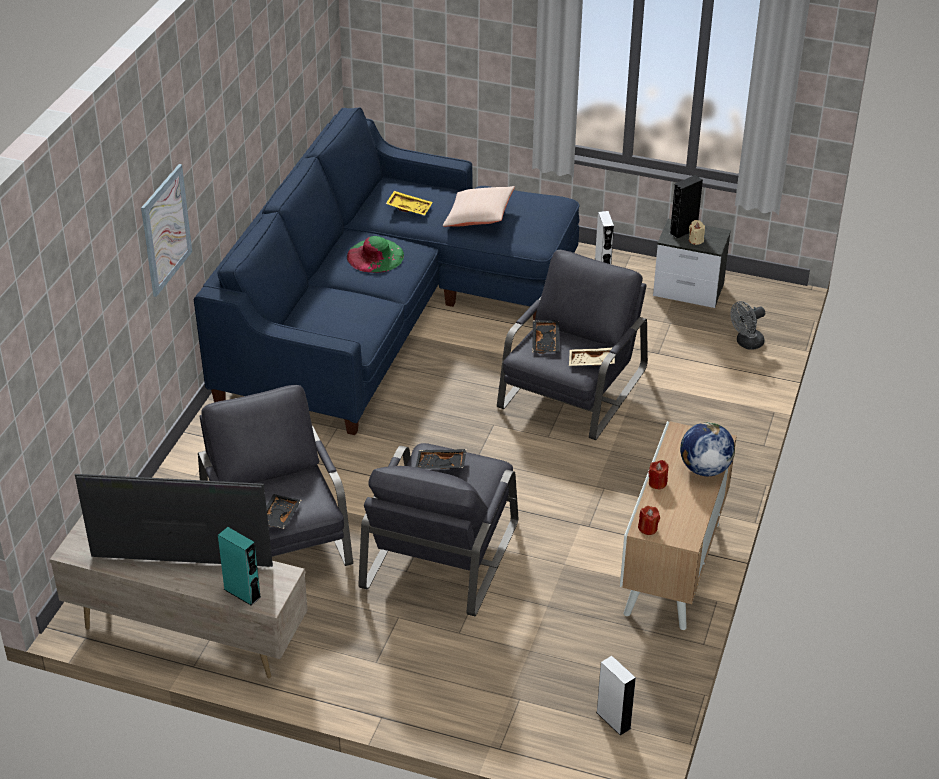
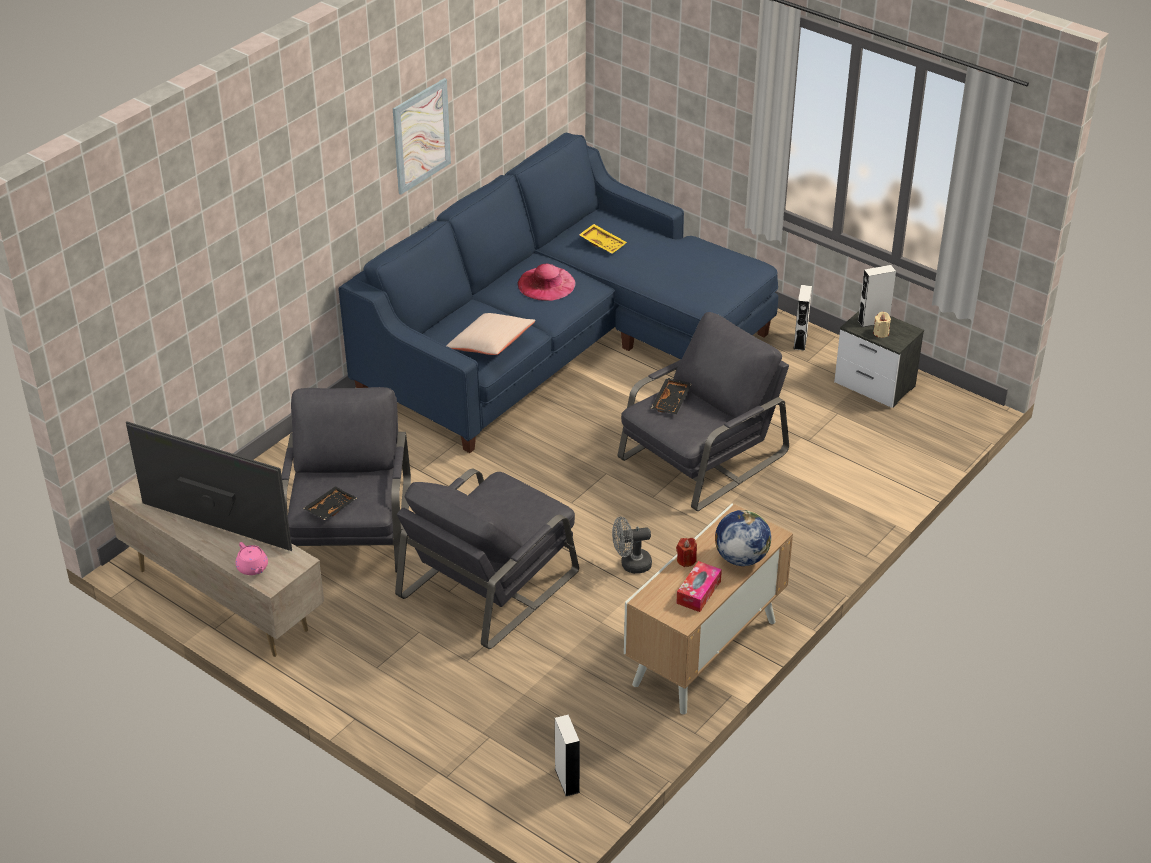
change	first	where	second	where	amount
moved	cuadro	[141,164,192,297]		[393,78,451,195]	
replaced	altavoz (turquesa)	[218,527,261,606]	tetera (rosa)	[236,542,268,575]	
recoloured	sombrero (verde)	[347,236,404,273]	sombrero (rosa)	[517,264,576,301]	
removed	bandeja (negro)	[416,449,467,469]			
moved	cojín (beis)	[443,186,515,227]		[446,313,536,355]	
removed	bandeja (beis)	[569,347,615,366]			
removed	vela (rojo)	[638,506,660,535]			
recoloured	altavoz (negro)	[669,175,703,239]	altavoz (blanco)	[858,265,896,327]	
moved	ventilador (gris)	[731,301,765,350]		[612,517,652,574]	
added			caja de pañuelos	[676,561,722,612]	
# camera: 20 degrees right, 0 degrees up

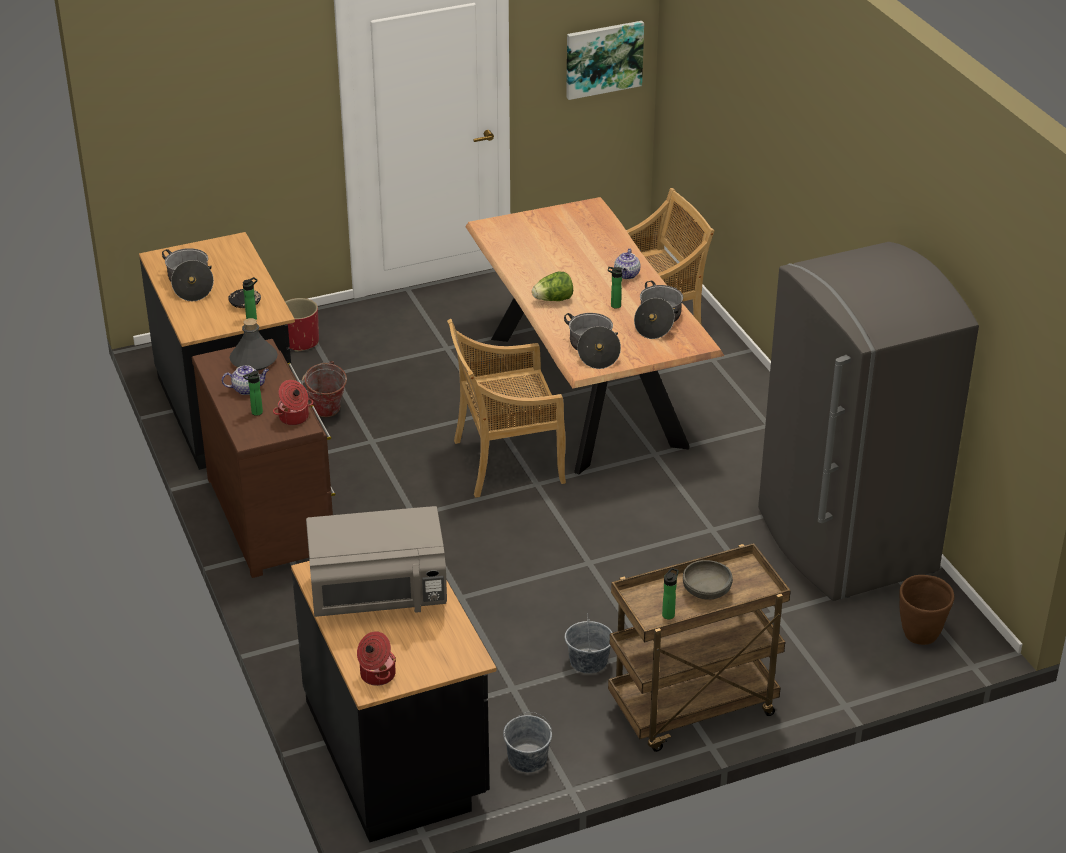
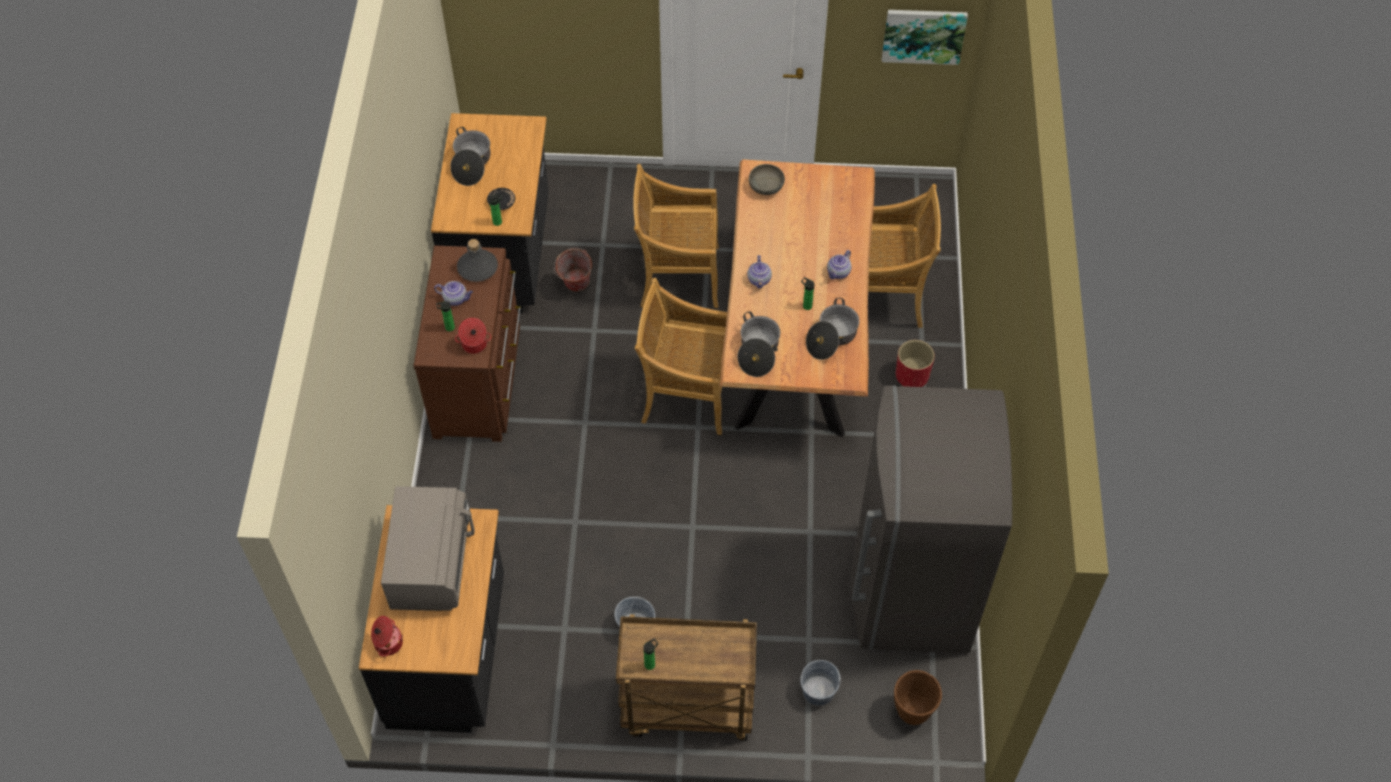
change	first	where	second	where	amount
moved	maceta (rojo)	[285,298,319,352]		[896,340,935,387]	
turned	microondas (gris)	[306,506,447,617]		[381,486,475,611]	105 degrees counterclockwise
moved	cubo (gris)	[503,712,552,772]		[800,660,841,706]	
replaced	lechuga	[532,272,573,301]	tetera	[747,255,772,289]	
moved	cuenco (gris)	[683,560,733,600]		[749,164,785,195]	
added			silla (beis)	[633,164,719,308]	
# camera: 25 degrees right, 20 degrees up

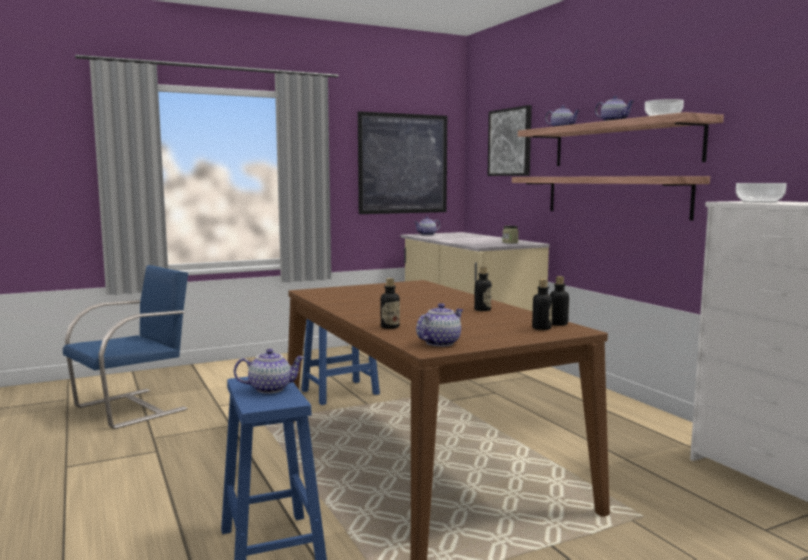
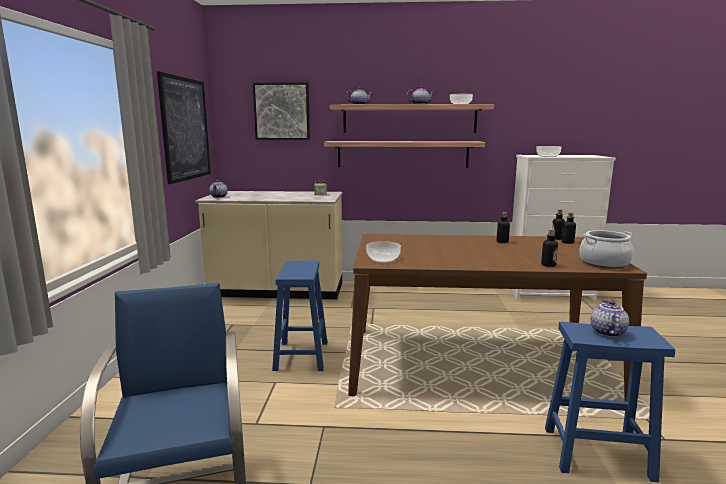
change	first	where	second	where	amount
replaced	tetera	[416,303,463,347]	olla	[579,230,633,269]	
added			cuenco	[366,241,401,263]	
# camera: 60 degrees left, 5 degrees up

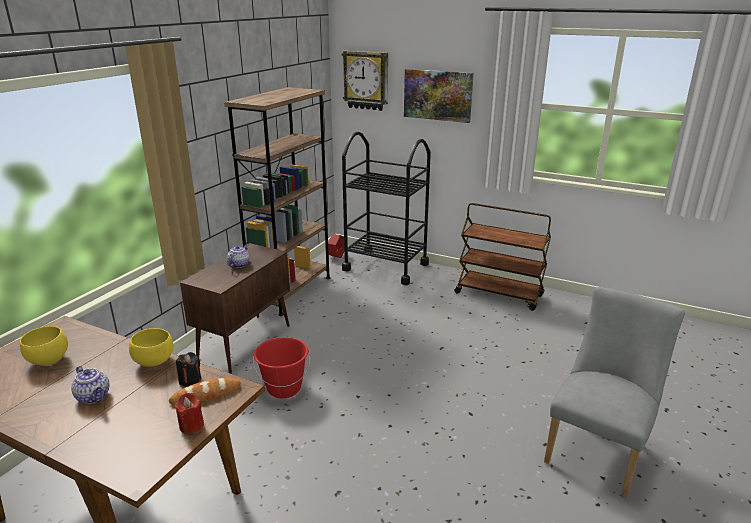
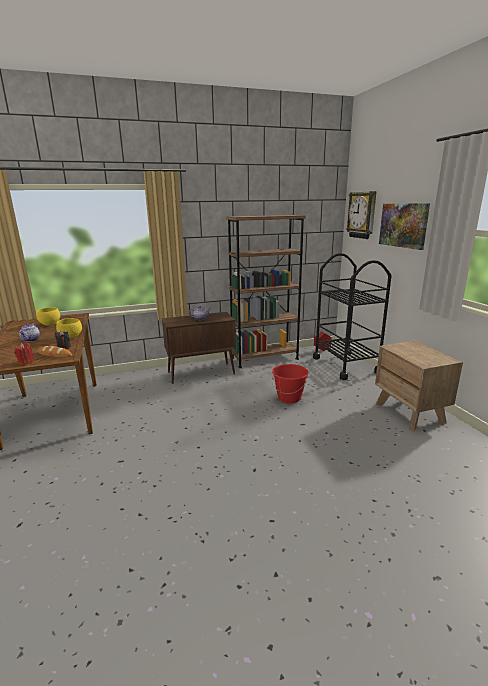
change	first	where	second	where	amount
moved	cubo (rojo)	[253,337,310,398]		[271,364,309,404]	
replaced	carrito (marrón)	[454,203,551,311]	mesita de noche (marrón)	[375,341,463,431]	
removed	silla (gris)	[544,287,685,498]			
# camera: 45 degrees right, 5 degrees down

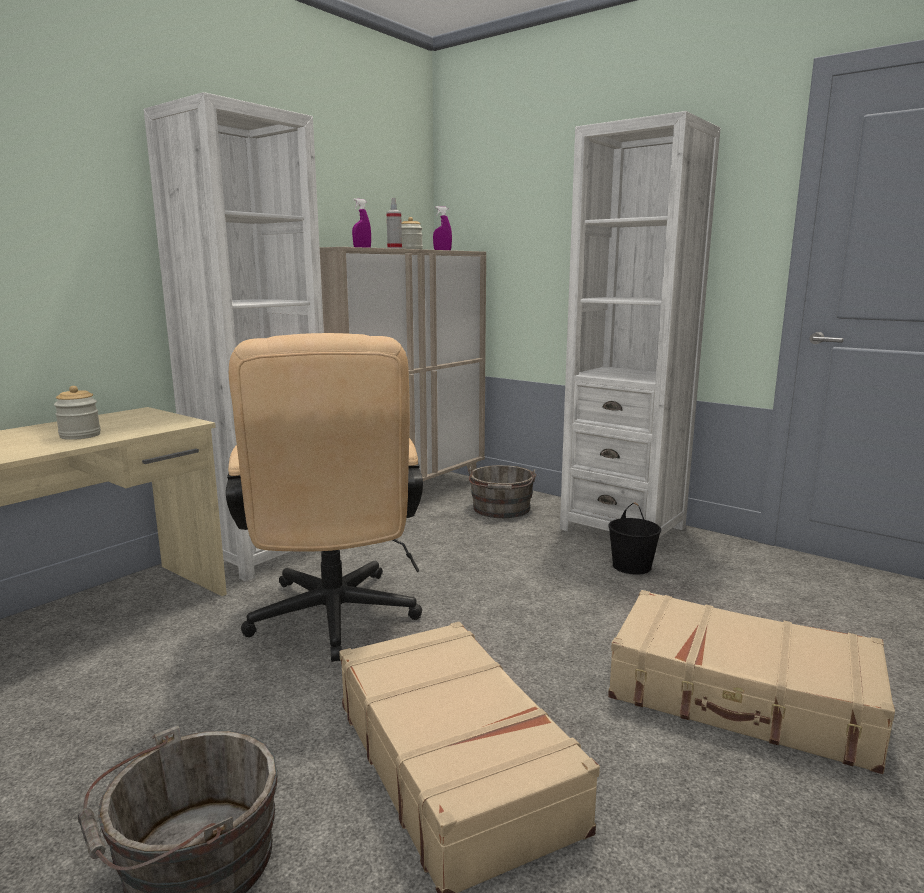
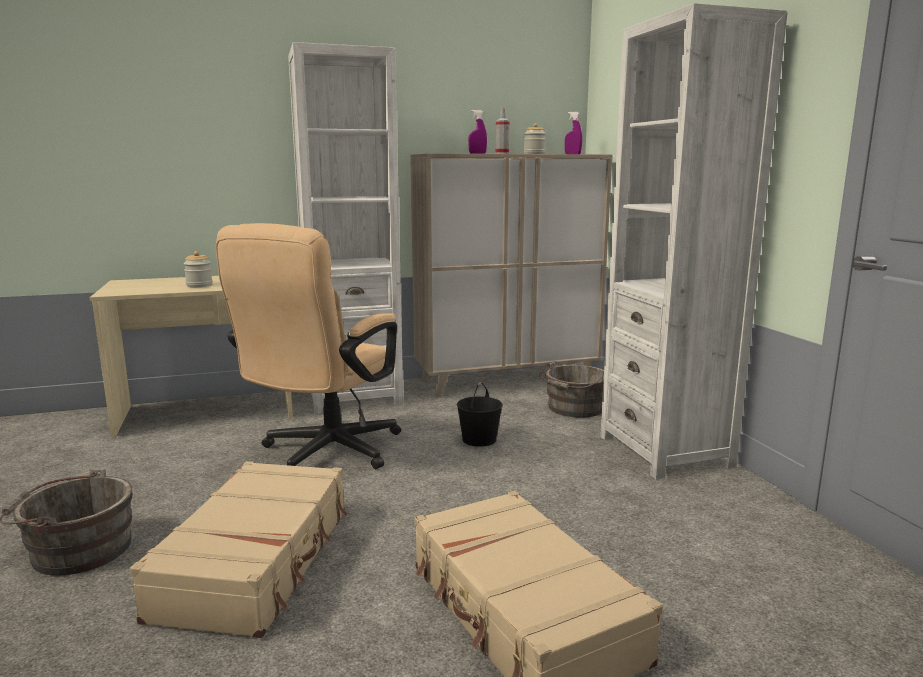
change	first	where	second	where	amount
moved	cubo (negro)	[608,502,661,575]		[457,382,503,447]	
# camera: 35 degrees right, 0 degrees up

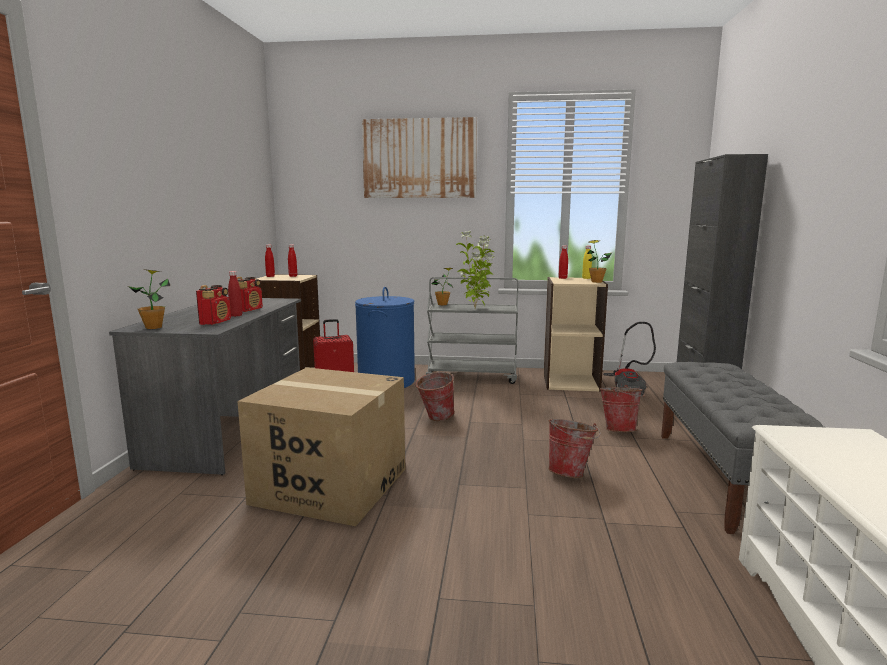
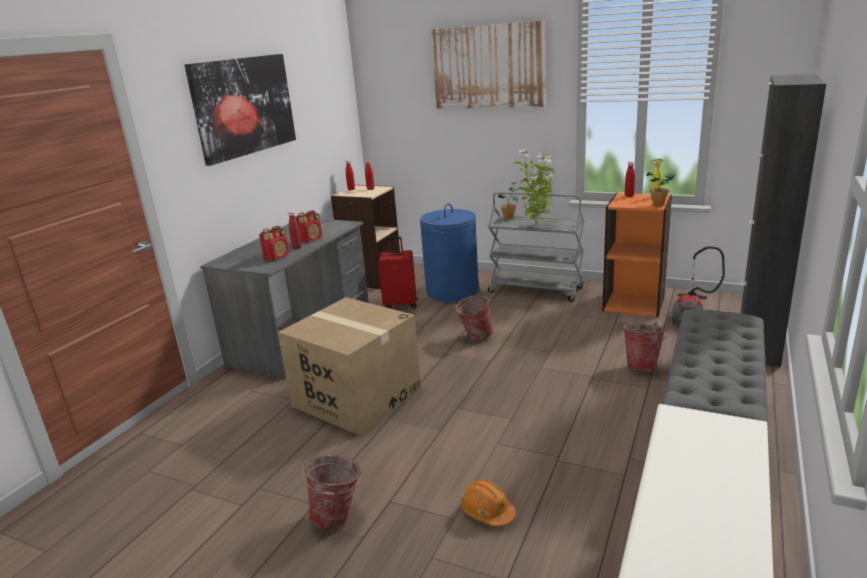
change	first	where	second	where	amount
removed	planta en maceta	[128,270,170,329]			
recoloured	estantería (beis)	[544,277,608,392]	estantería (naranja)	[602,193,672,318]	
moved	cubo	[548,419,600,478]		[302,455,363,529]	
added			cuadro	[185,54,296,166]	
added			casco (naranja)	[461,479,516,526]	
# camera: 20 degrees right, 10 degrees up

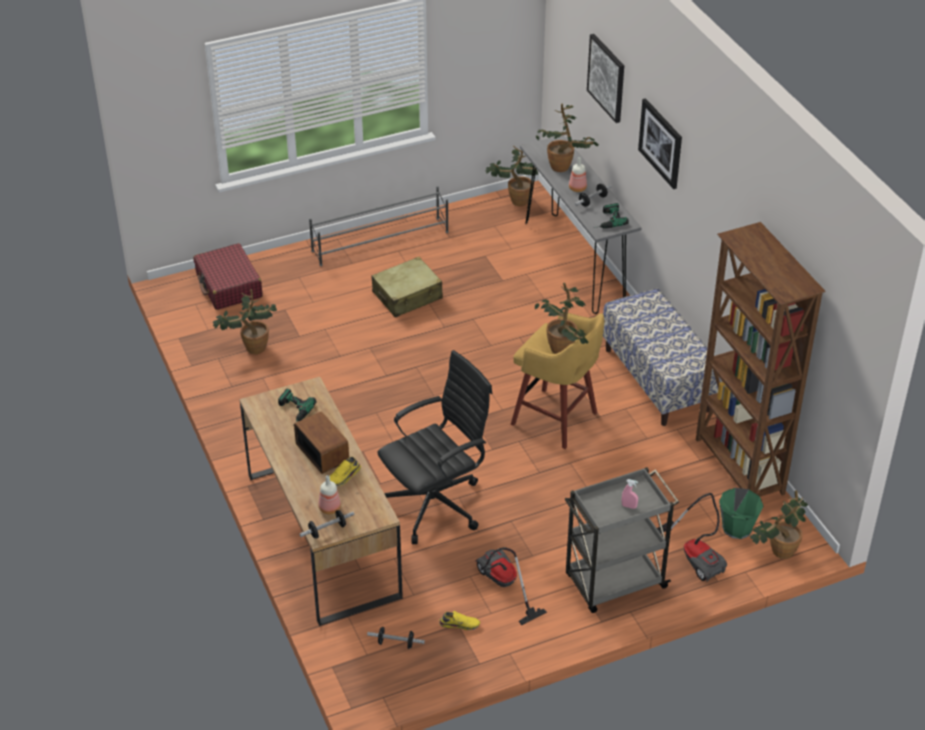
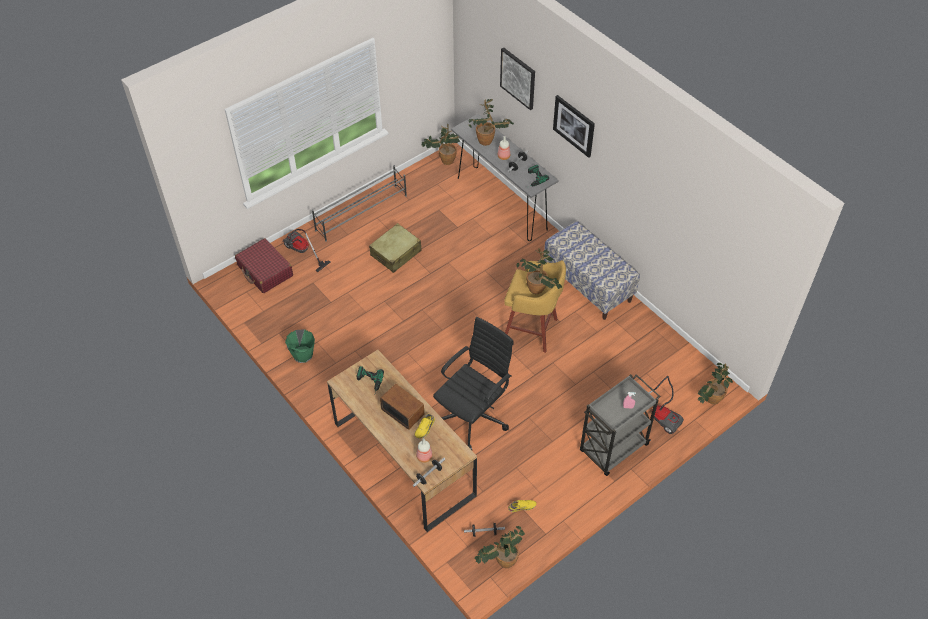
change	first	where	second	where	amount
moved	planta en maceta	[213,289,277,354]		[474,526,525,568]	
moved	aspiradora	[475,547,547,626]		[283,229,331,273]	
removed	estantería (marrón)	[696,222,826,496]			
moved	cubo (verde)	[719,488,764,539]		[285,329,315,363]	
# camera: 15 degrees left, 10 degrees up

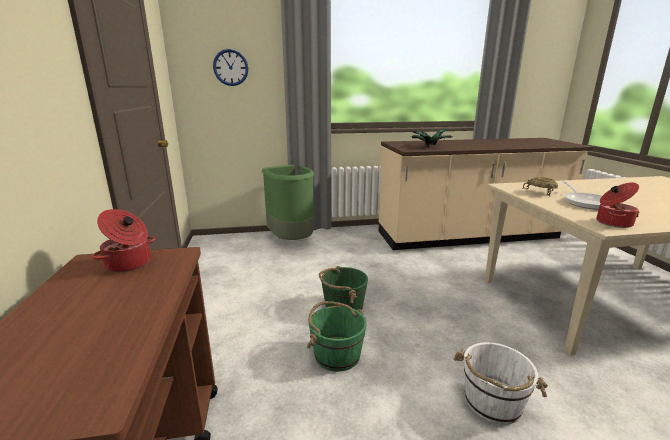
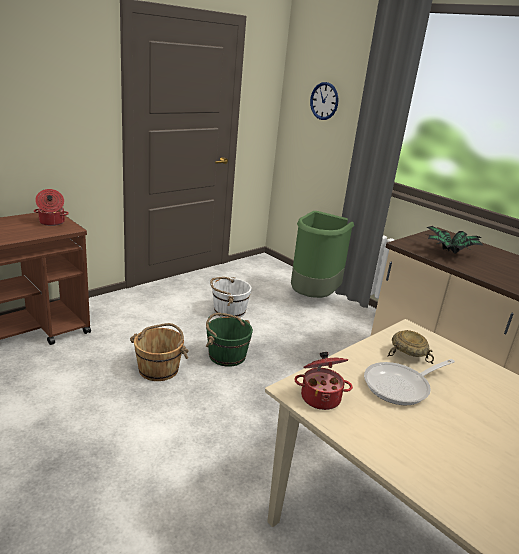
change	first	where	second	where	amount
recoloured	cubo (verde)	[307,301,367,372]	cubo (marrón)	[130,323,189,381]	
moved	cubo (blanco)	[454,342,548,425]		[210,277,252,318]	
# camera: 55 degrees right, 5 degrees up

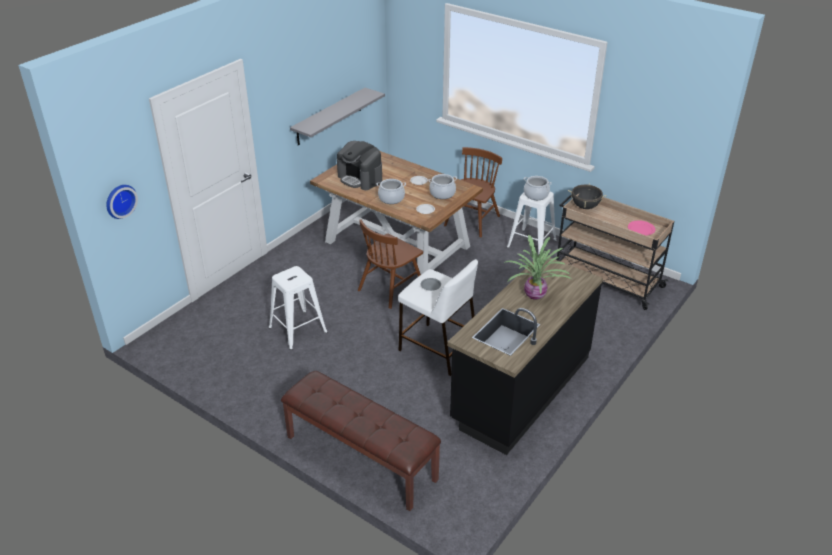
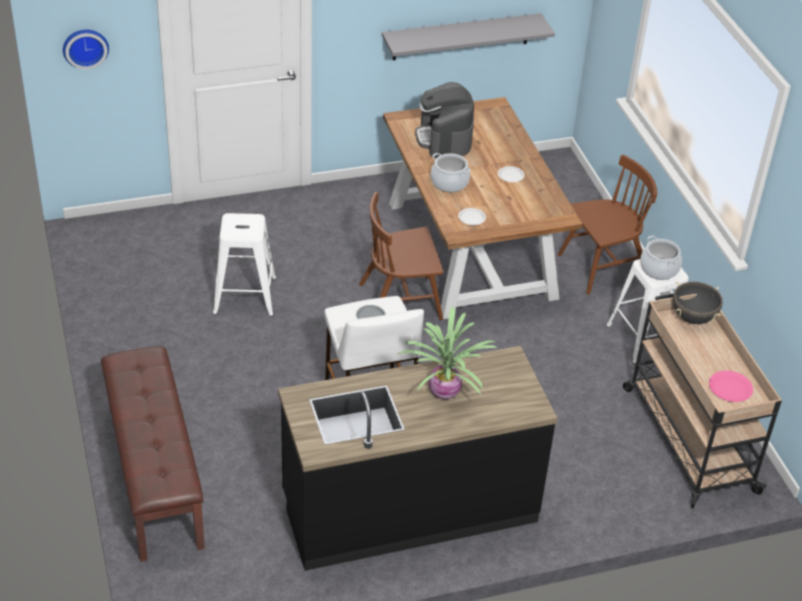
change	first	where	second	where	amount
removed	olla	[428,174,457,199]			
# camera: 35 degrees right, 5 degrees up

